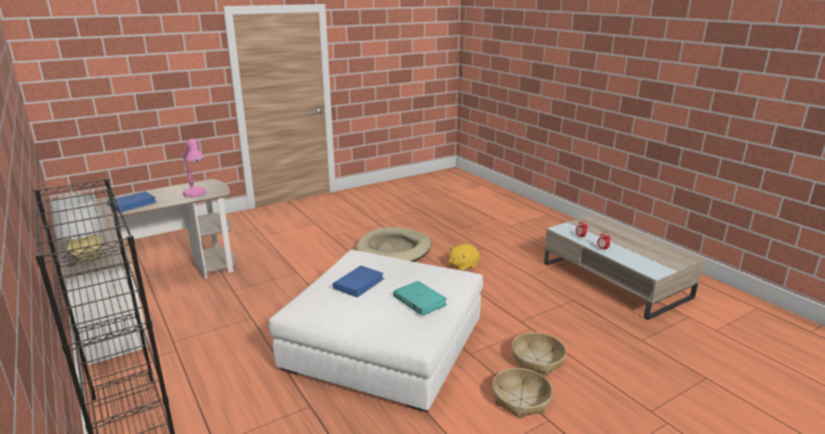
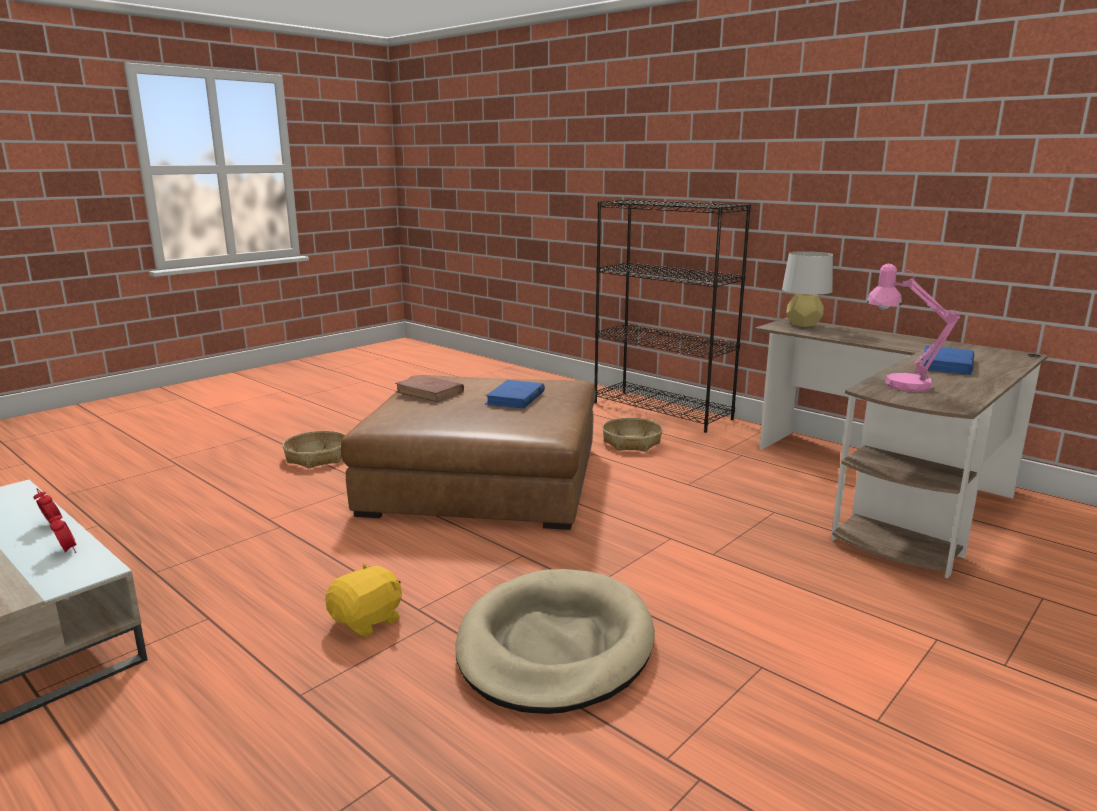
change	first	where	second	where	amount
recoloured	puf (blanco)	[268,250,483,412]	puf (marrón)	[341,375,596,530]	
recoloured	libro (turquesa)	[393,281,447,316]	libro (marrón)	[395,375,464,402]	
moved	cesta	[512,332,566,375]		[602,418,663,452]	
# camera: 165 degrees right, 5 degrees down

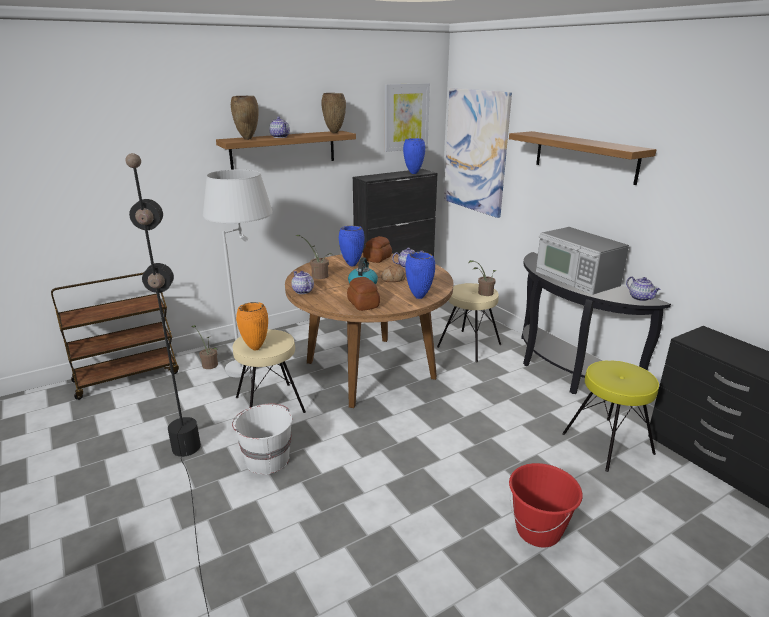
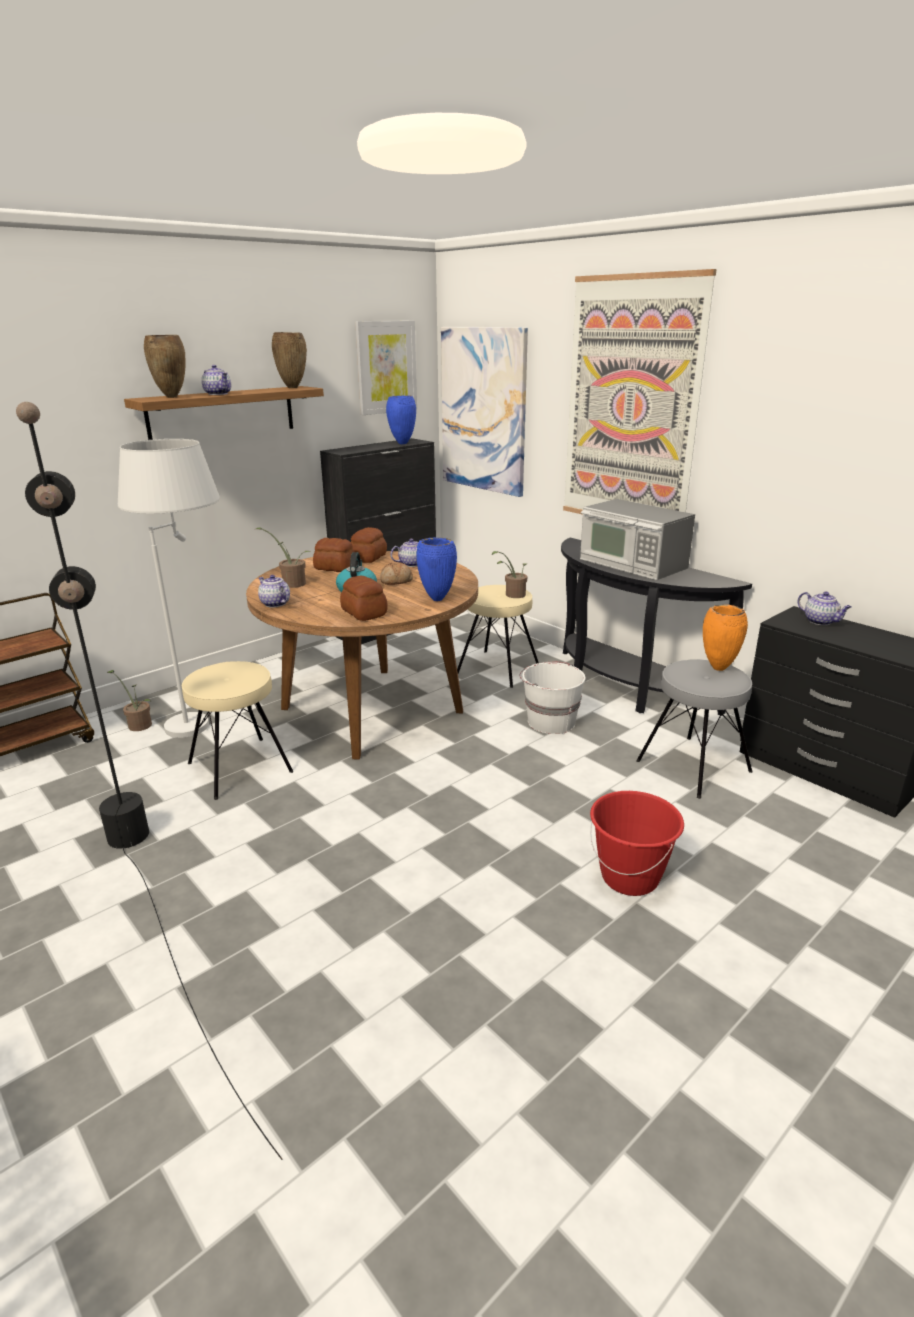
change	first	where	second	where	amount
moved	cubo (blanco)	[232,404,292,475]		[520,662,586,734]	
moved	florero (naranja)	[236,302,268,350]		[703,605,748,671]	
replaced	florero (azul)	[339,226,364,266]	pan	[313,538,355,572]	
replaced	estante	[509,131,657,185]	cuadro	[563,269,717,515]	
recoloured	taburete (amarillo)	[562,360,659,472]	taburete (gris)	[636,659,752,799]	
moved	tetera	[626,276,661,301]		[798,592,852,625]	
# camera: 10 degrees left, 0 degrees up

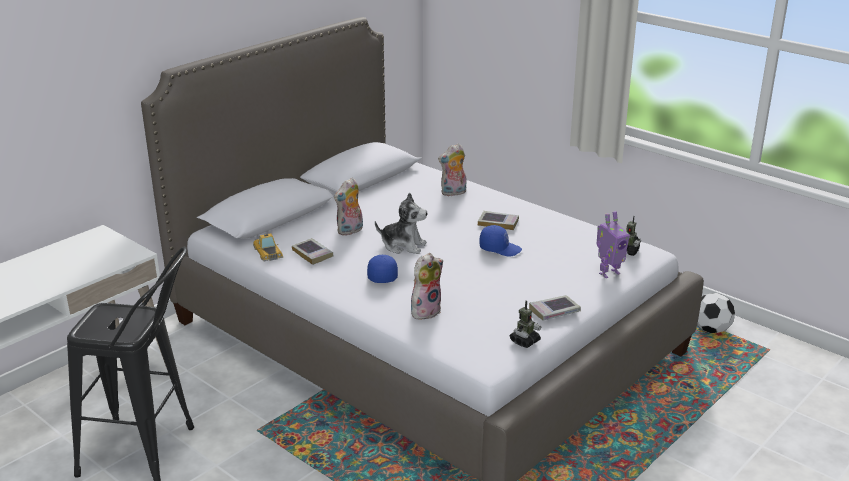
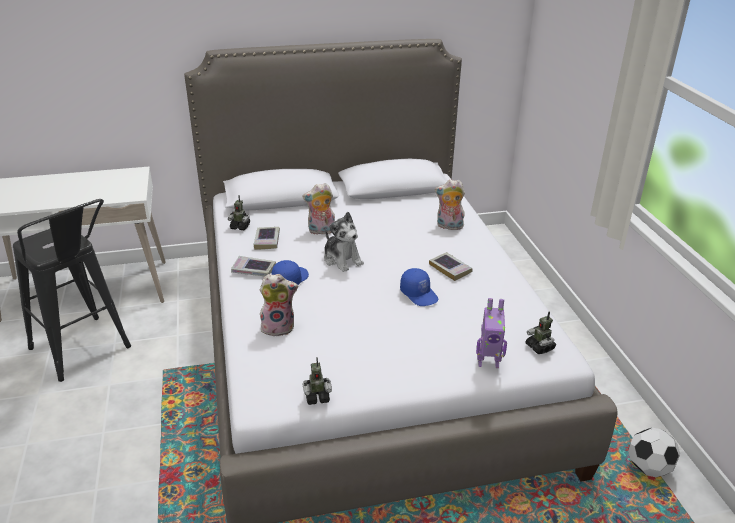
change	first	where	second	where	amount
replaced	coche de juguete	[253,233,283,261]	robot de juguete	[228,195,250,230]	
moved	libro	[529,295,581,321]		[231,256,276,276]	
# camera: 35 degrees right, 5 degrees up

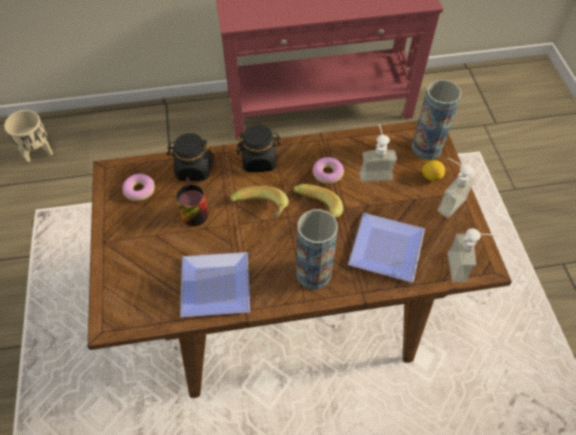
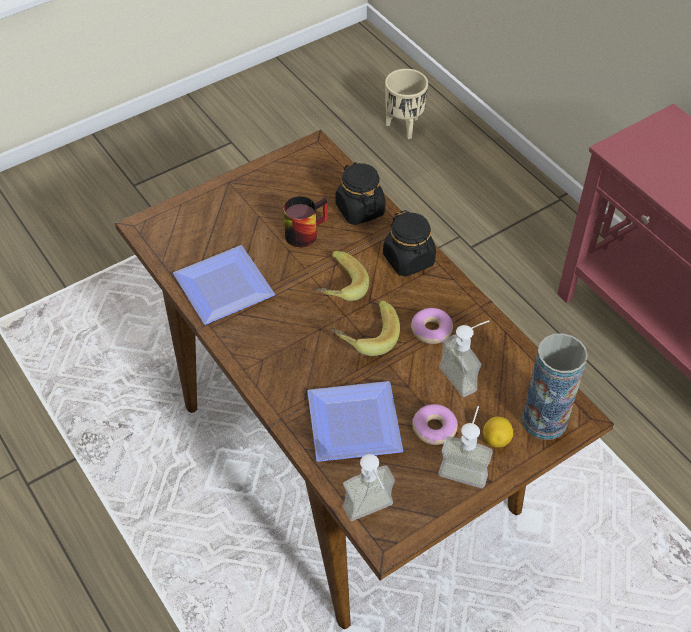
change	first	where	second	where	amount
moved	rosquilla	[122,174,155,202]		[412,404,458,445]	
removed	florero	[296,209,338,290]			
# camera: 65 degrees right, 5 degrees down

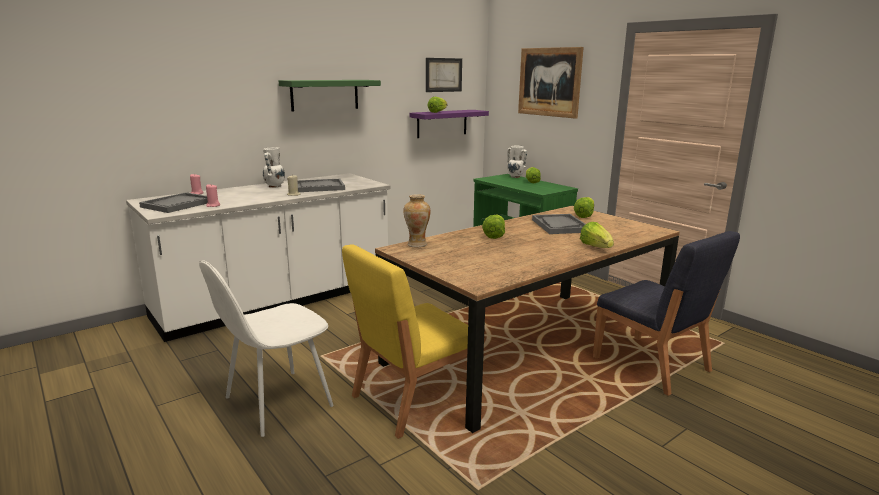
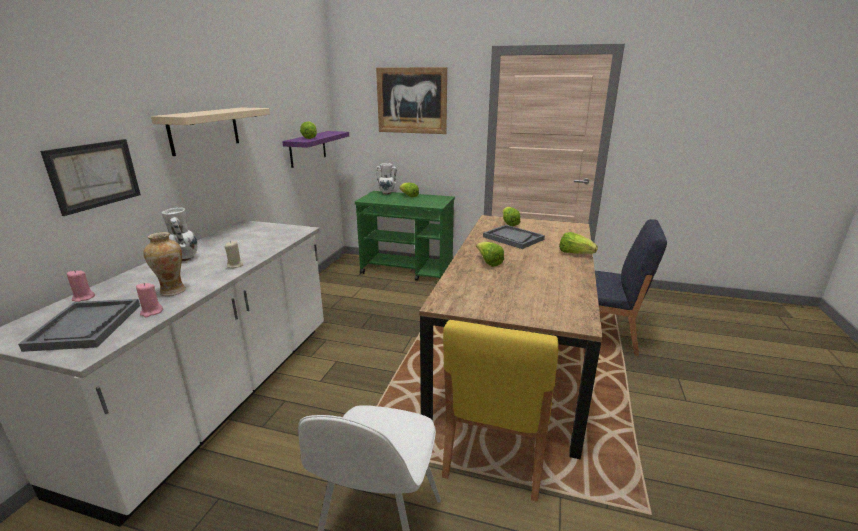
change	first	where	second	where	amount
recoloured	estante (verde)	[279,80,381,111]	estante (beis)	[151,108,270,156]	
removed	bandeja (gris)	[298,179,345,192]			
moved	florero	[403,194,430,248]		[144,232,186,296]	
moved	cuadro	[426,58,462,92]		[40,139,141,216]	
# camera: 35 degrees left, 5 degrees up

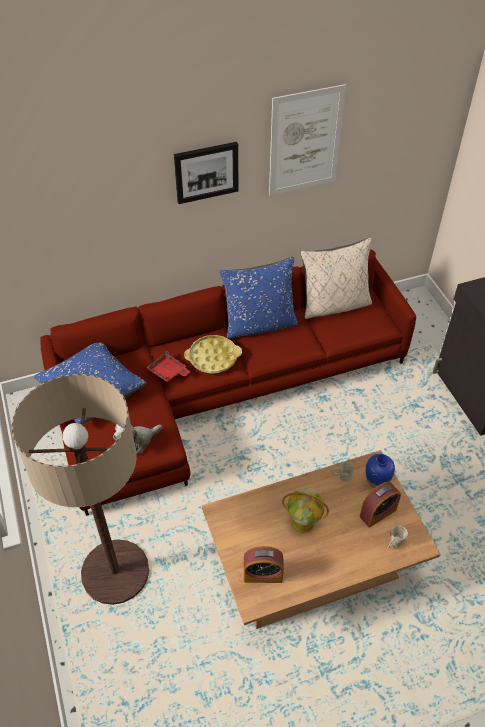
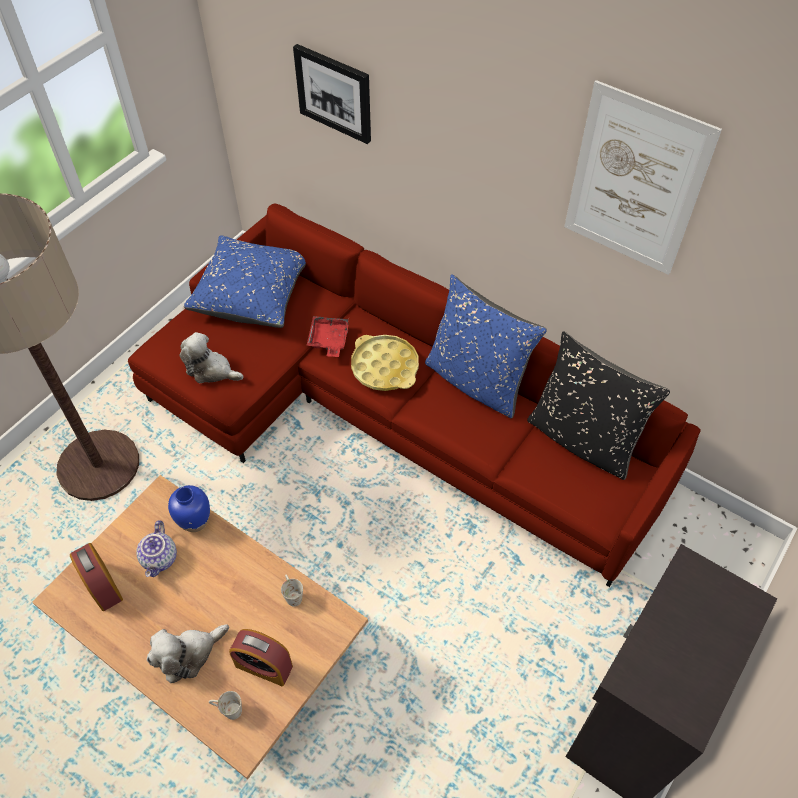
change	first	where	second	where	amount
moved	cuadro	[174,142,238,204]		[293,44,371,144]	
removed	globo terráqueo	[282,488,329,533]			
recoloured	cojín (beis)	[301,238,372,319]	cojín (negro)	[527,331,670,480]	
moved	florero (azul)	[365,454,395,488]		[168,485,210,532]	
added			tetera	[136,520,177,577]	
added			peluche	[147,624,229,683]	
# camera: 55 degrees right, 5 degrees up

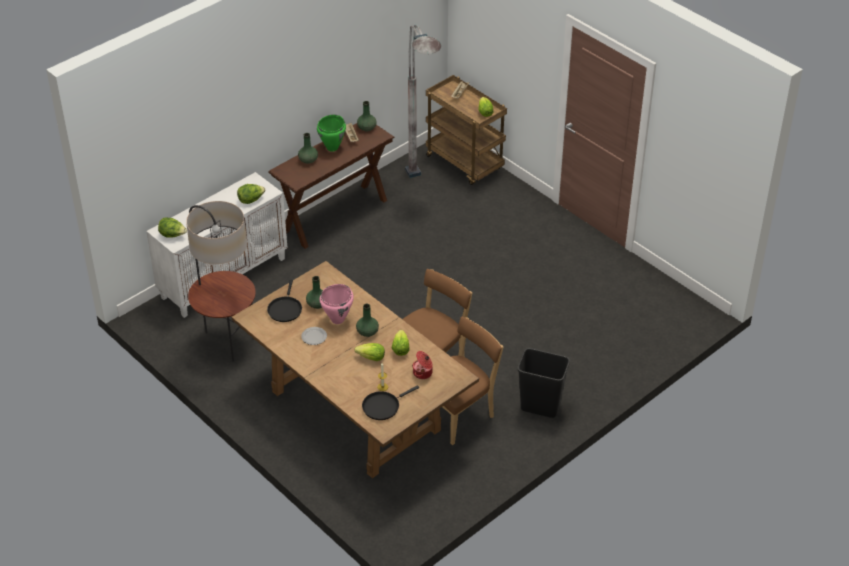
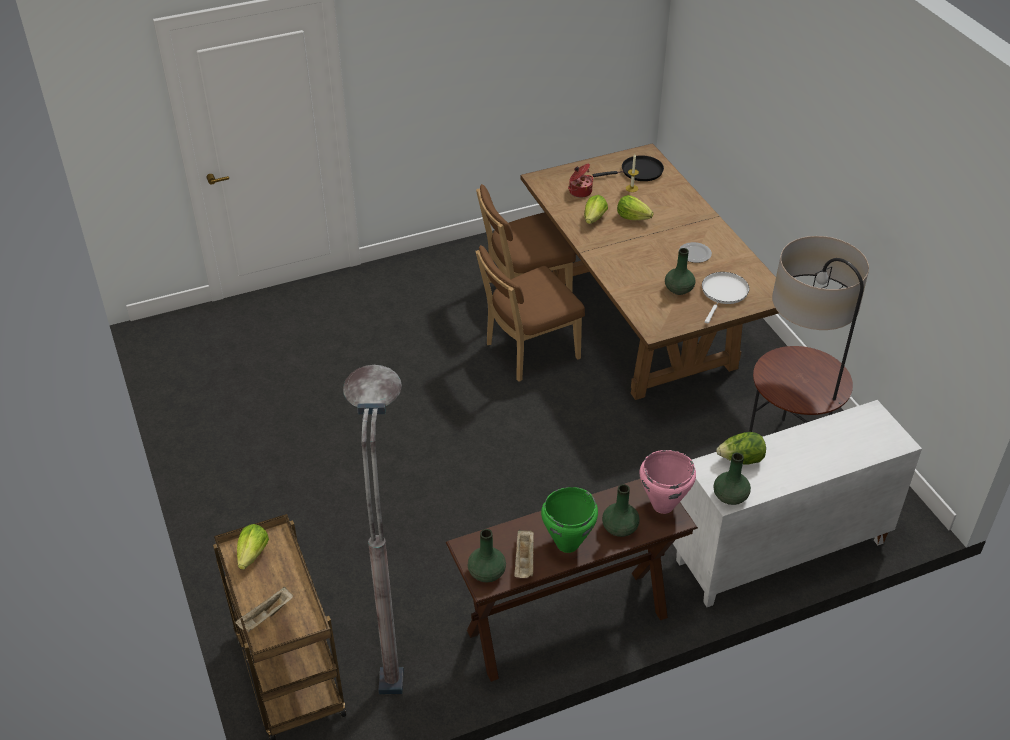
change	first	where	second	where	amount
removed	lechuga	[158,217,187,238]			
recoloured	sartén (negro)	[267,280,302,322]	sartén (blanco)	[702,272,749,323]	
moved	olla (rosa)	[320,284,354,324]		[639,450,696,514]	
moved	florero (verde)	[356,304,379,337]		[713,453,751,505]	
removed	papelera (negro)	[518,348,570,418]			
# camera: 160 degrees left, 0 degrees up

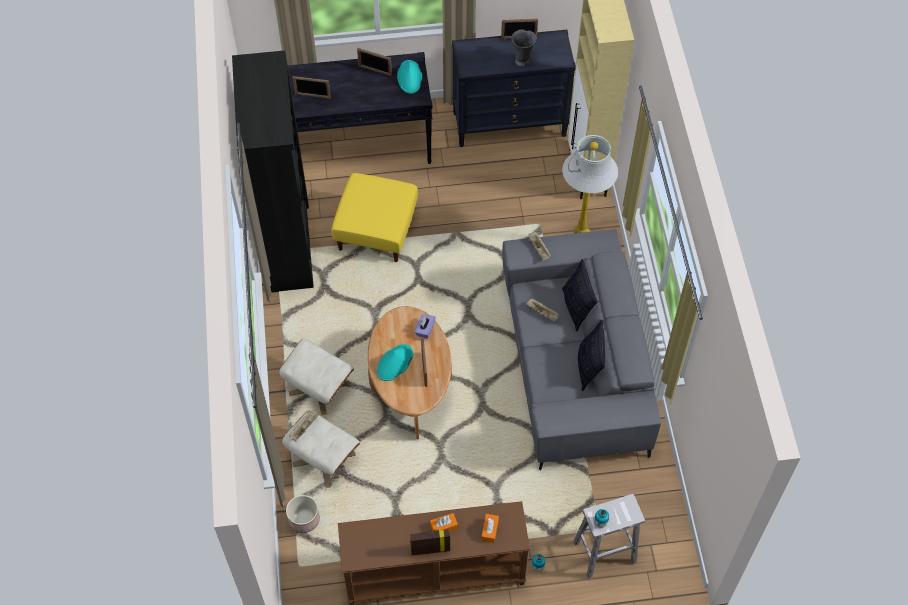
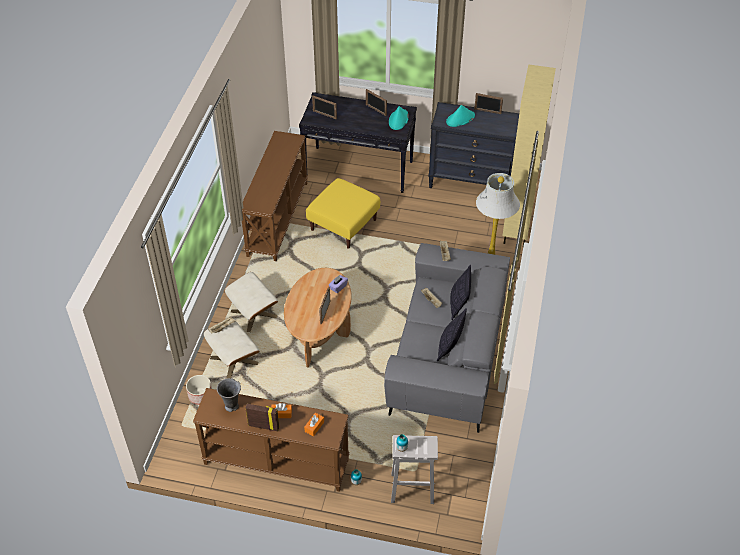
change	first	where	second	where	amount
replaced	estantería (negro)	[232,51,314,293]	mesa consola (marrón)	[242,131,308,261]	
moved	sombrero (turquesa)	[377,344,413,381]		[446,105,475,127]	
moved	florero (gris)	[511,29,537,67]		[217,378,241,412]	
# camera: 20 degrees right, 10 degrees down

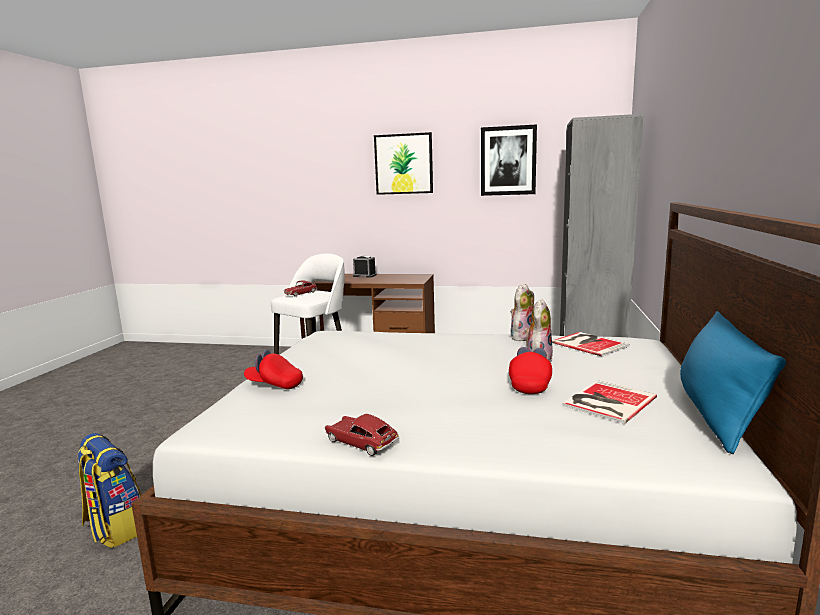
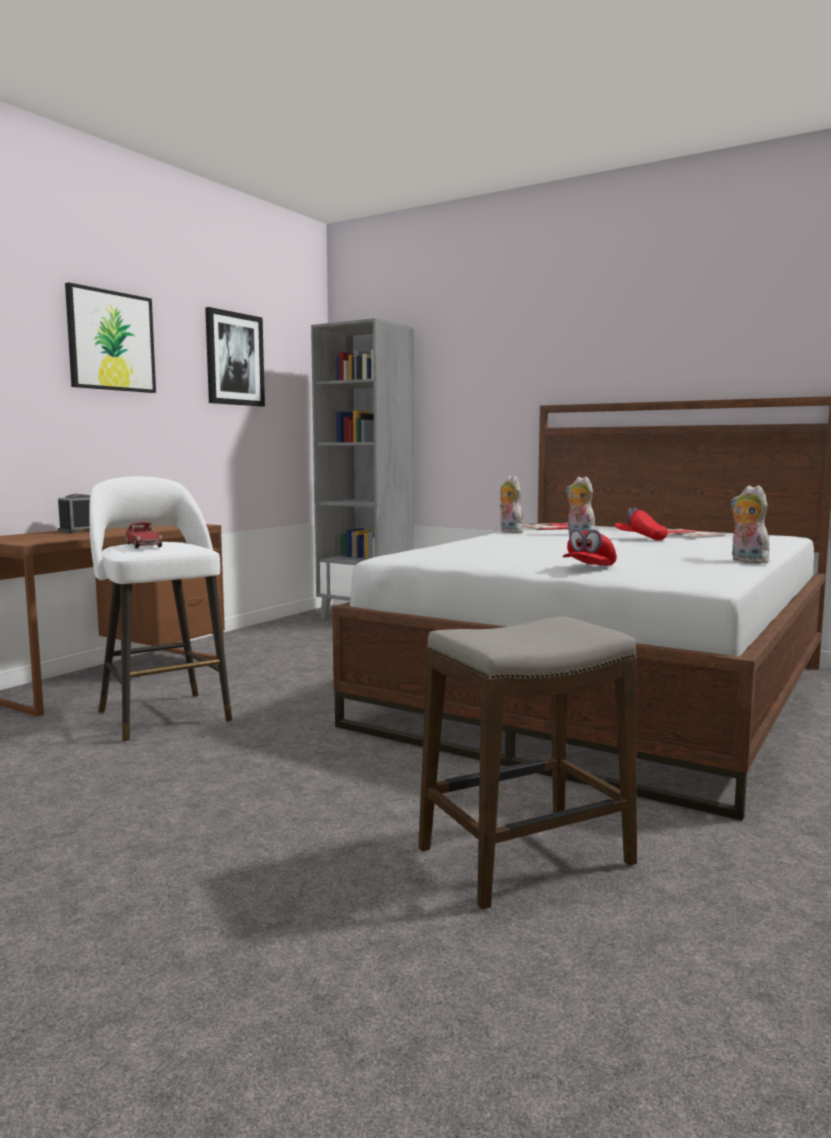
change	first	where	second	where	amount
replaced	mochila	[77,433,142,548]	taburete	[418,616,637,910]	
replaced	coche de juguete	[324,414,399,456]	peluche	[731,485,769,564]	
removed	cojín (azul)	[680,311,786,454]			
# camera: 70 degrees left, 5 degrees down

